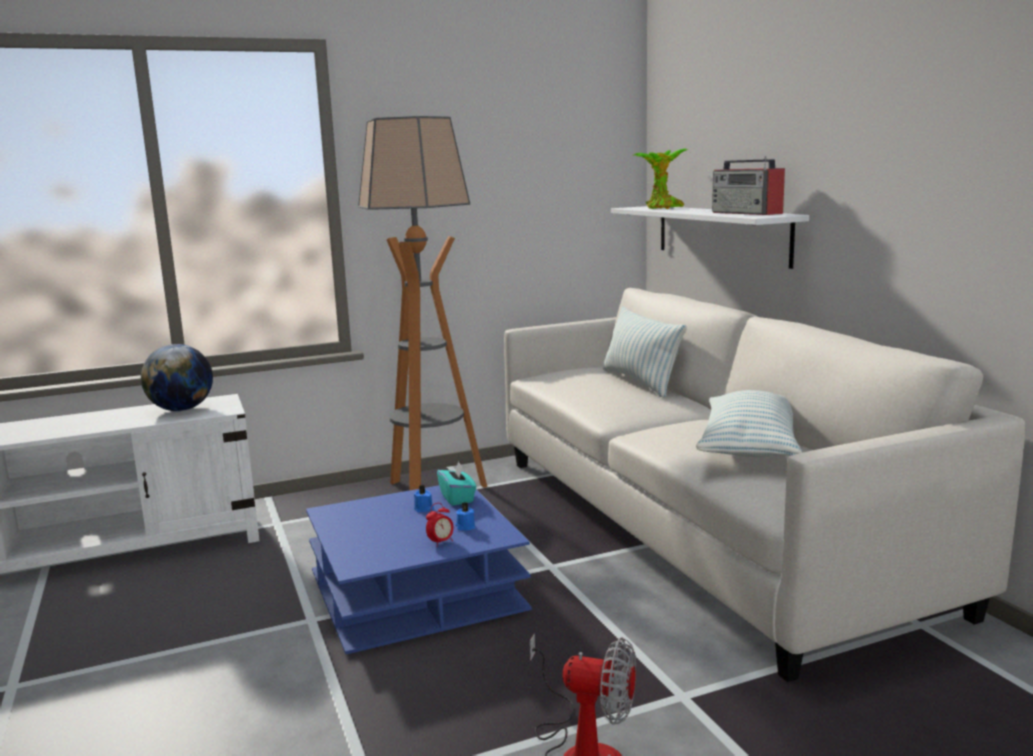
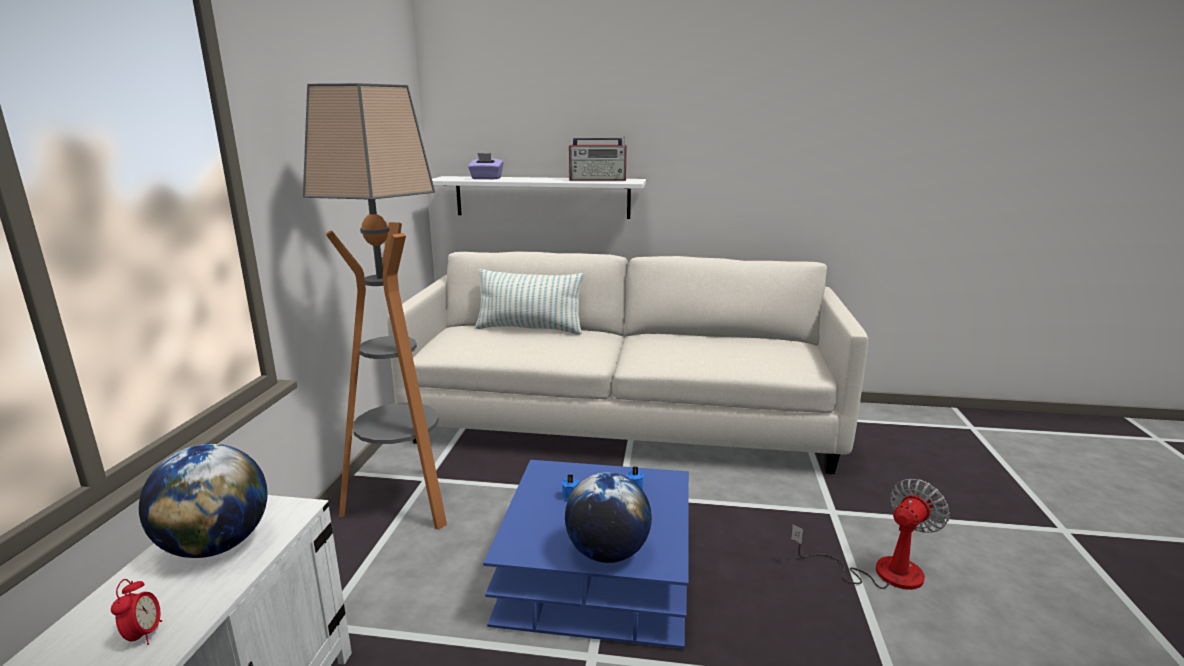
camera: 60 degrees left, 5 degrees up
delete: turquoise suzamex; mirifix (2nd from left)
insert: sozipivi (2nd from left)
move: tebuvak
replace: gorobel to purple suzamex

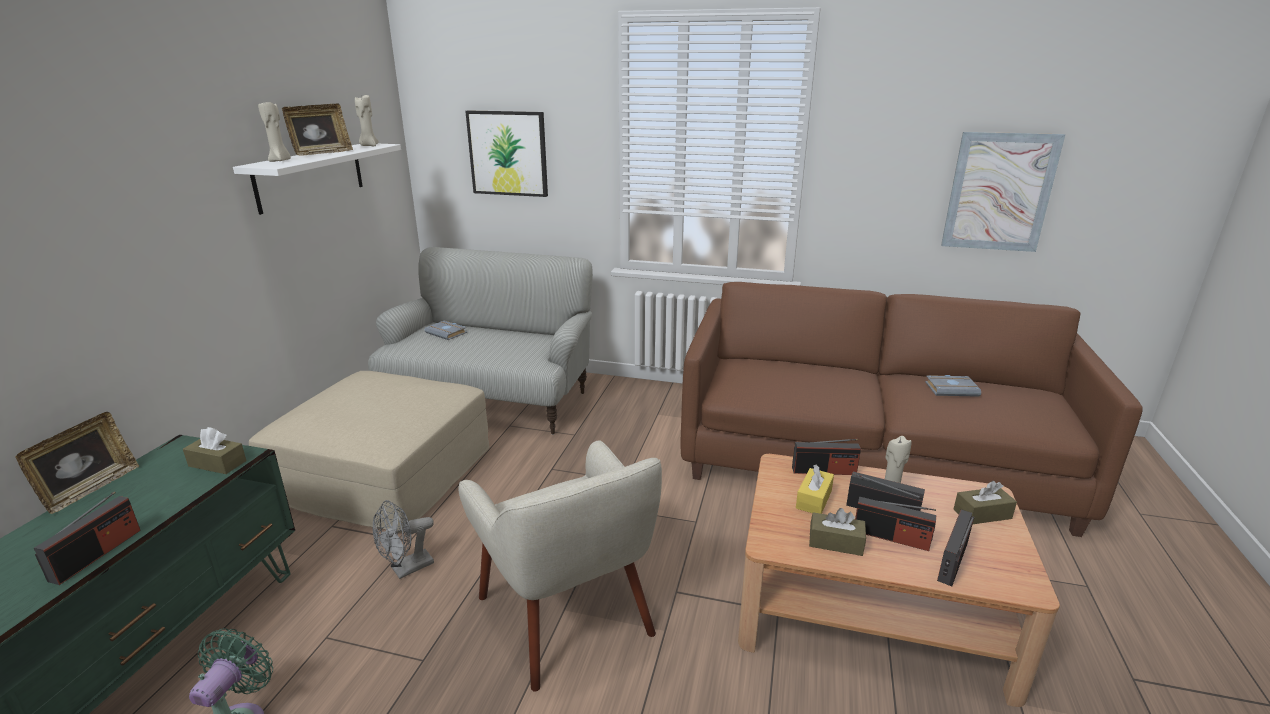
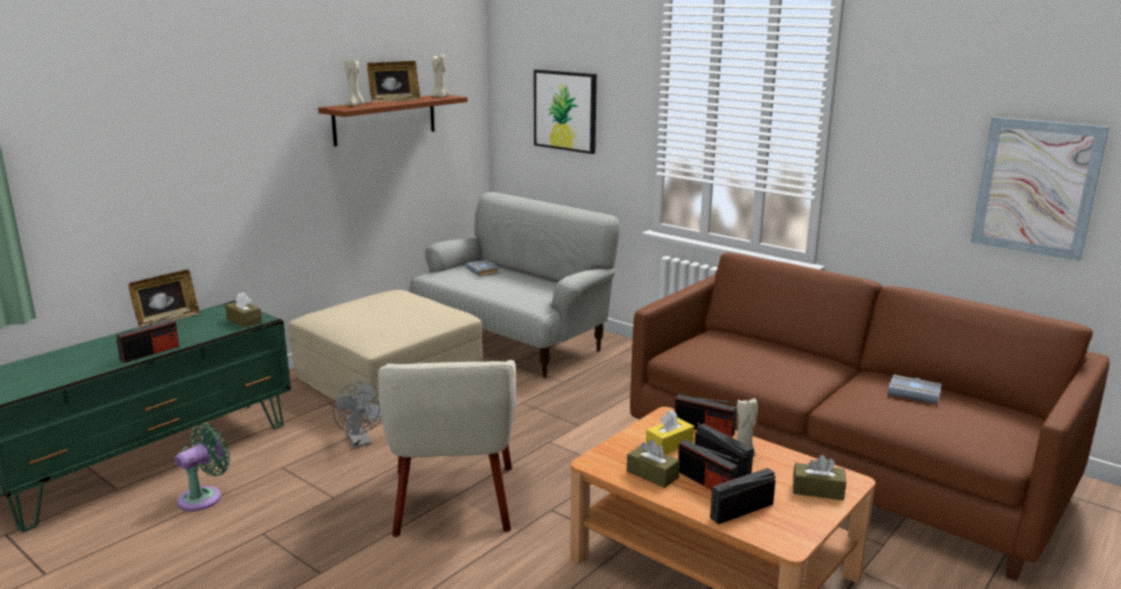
camera: 25 degrees right, 5 degrees down
recolor: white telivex to brown telivex
rotate: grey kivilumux 105 degrees counterclockwise

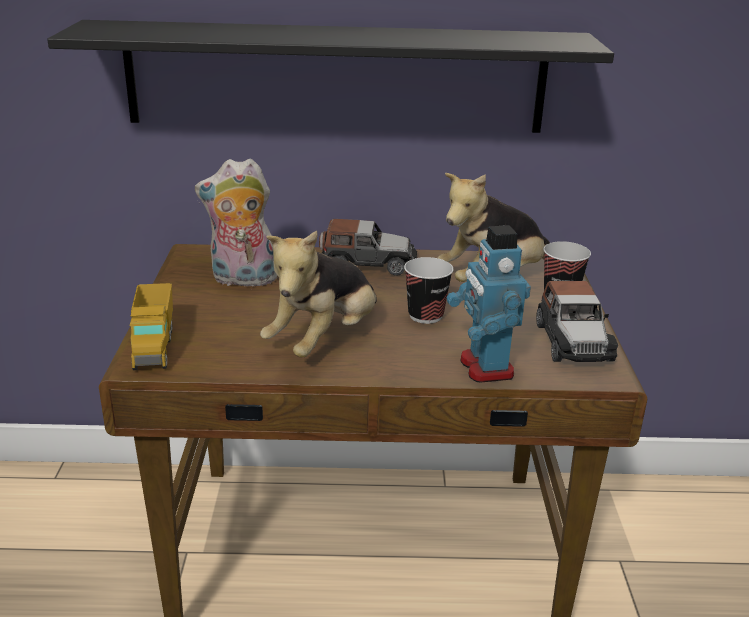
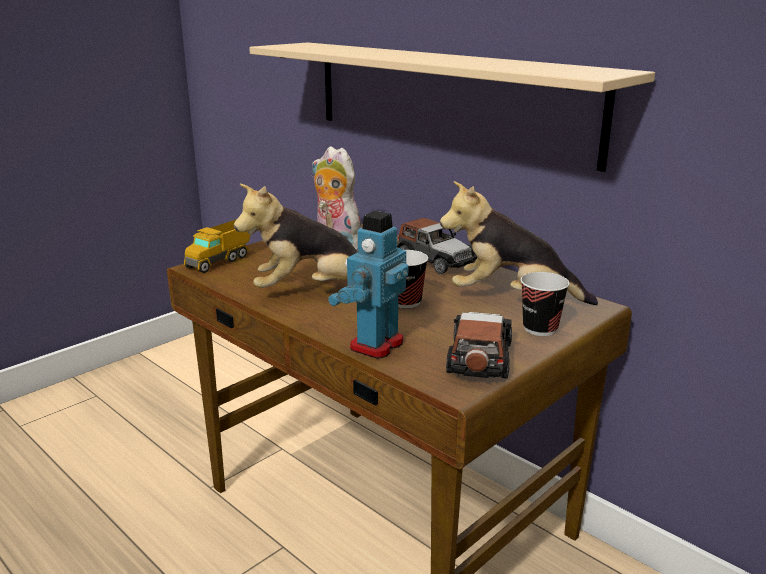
camera: 45 degrees right, 5 degrees down
recolor: black telivex to beige telivex
rotate: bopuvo (2nd from left) 150 degrees clockwise

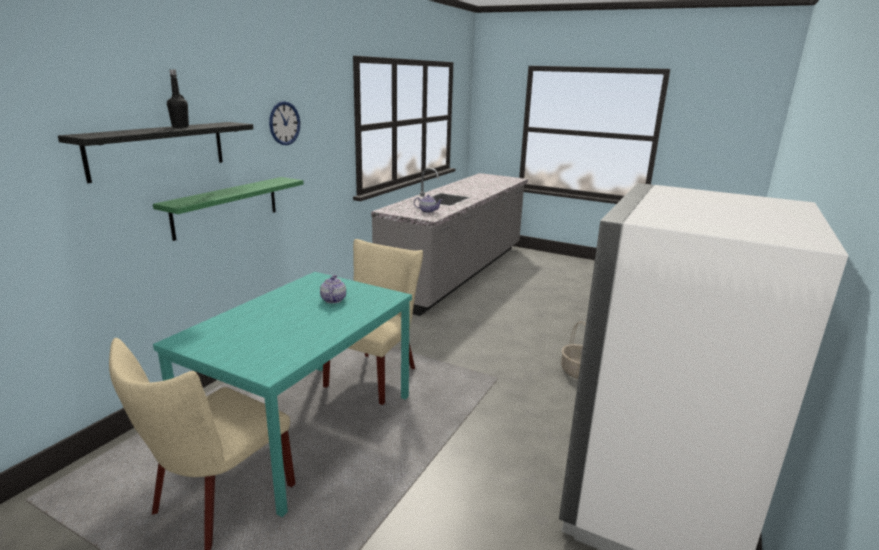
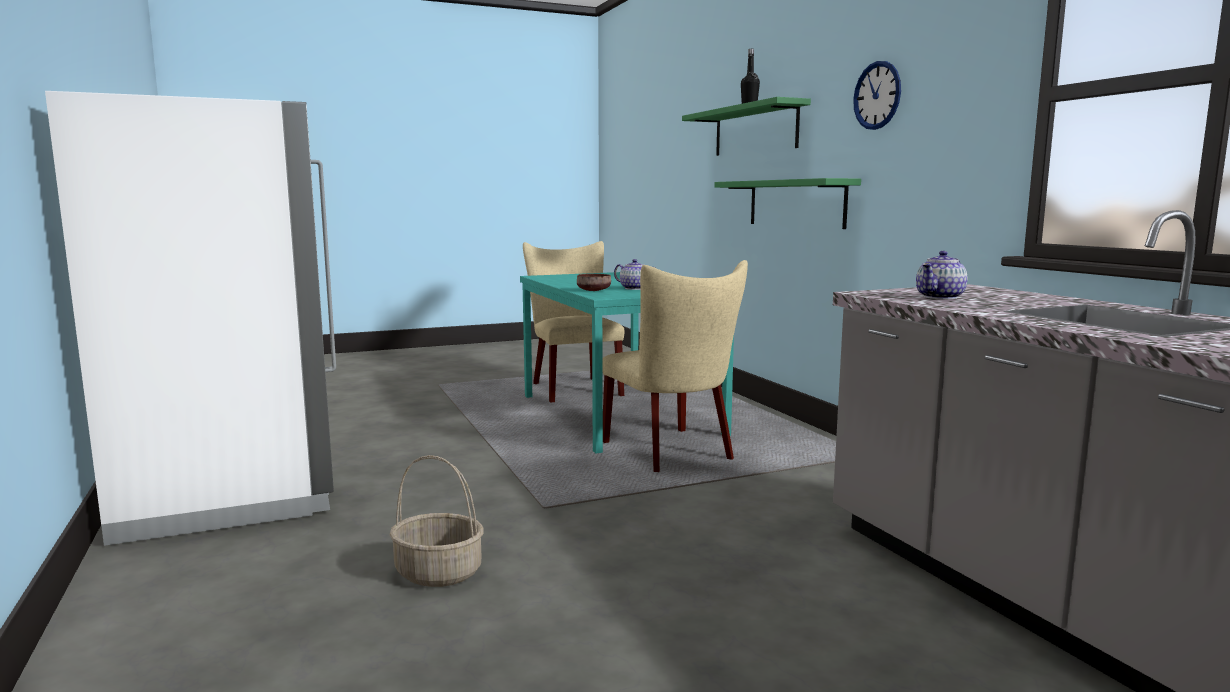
camera: 130 degrees right, 10 degrees down
insert: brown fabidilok
recolor: black telivex to green telivex (1st from left)

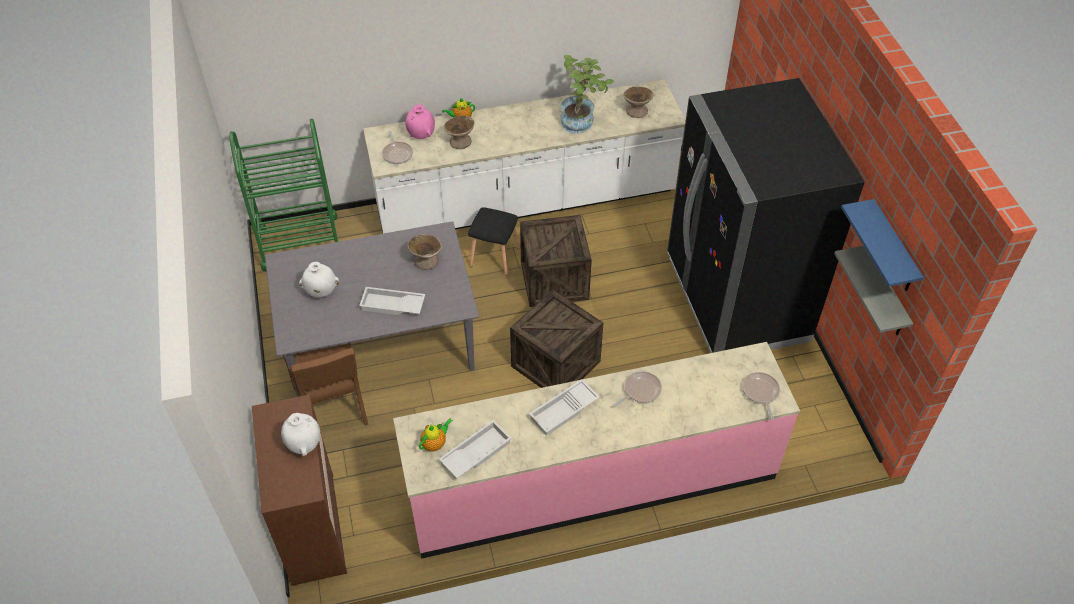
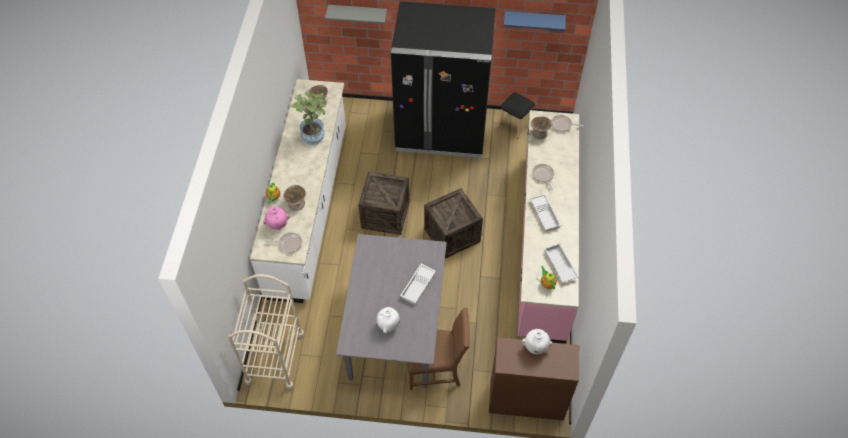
camera: 70 degrees left, 5 degrees up
move: grey telivex; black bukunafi; beige fabidilok (1st from left in the first image) to beige fabidilok (3rd from left)
recolor: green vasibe to beige vasibe

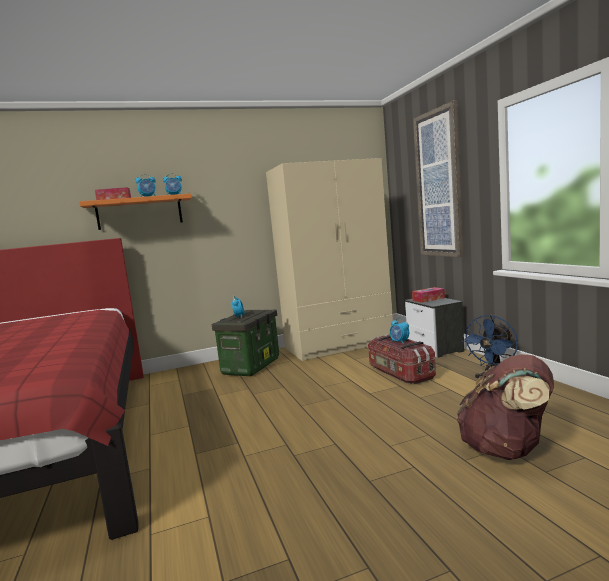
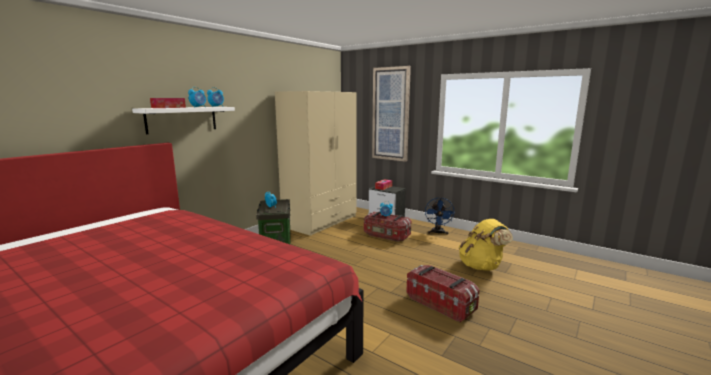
camera: 35 degrees left, 5 degrees up
insert: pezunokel (3rd from left)
recolor: orange telivex to white telivex; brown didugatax to yellow didugatax

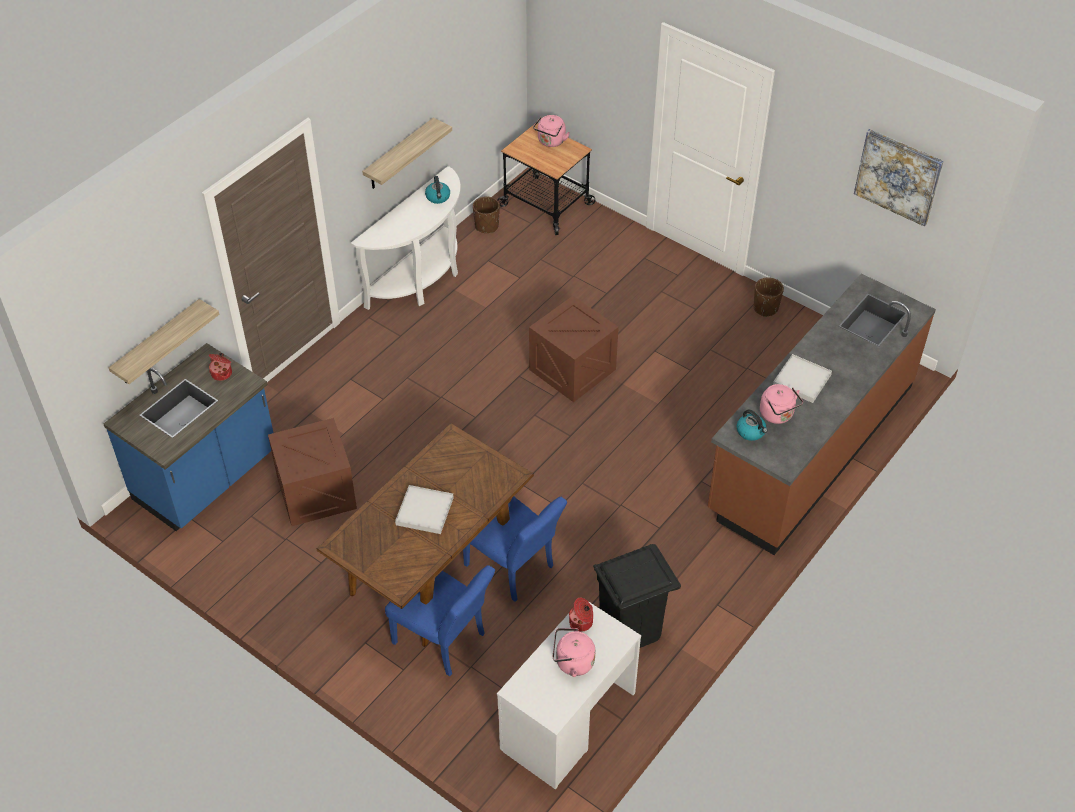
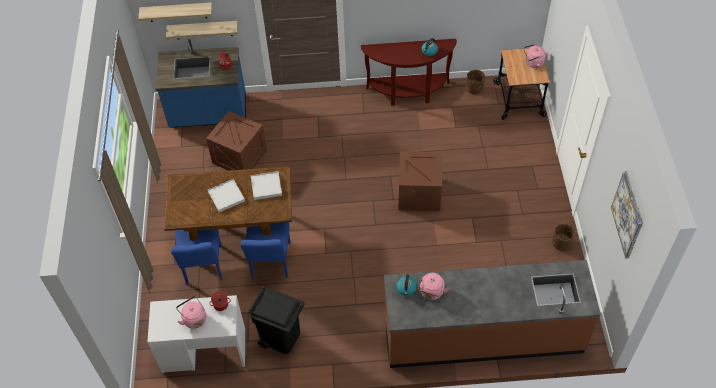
camera: 50 degrees right, 5 degrees up
move: telivex (2nd from left in the first image) to telivex (1st from left); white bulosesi (2nd from left)
recolor: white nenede to brown nenede

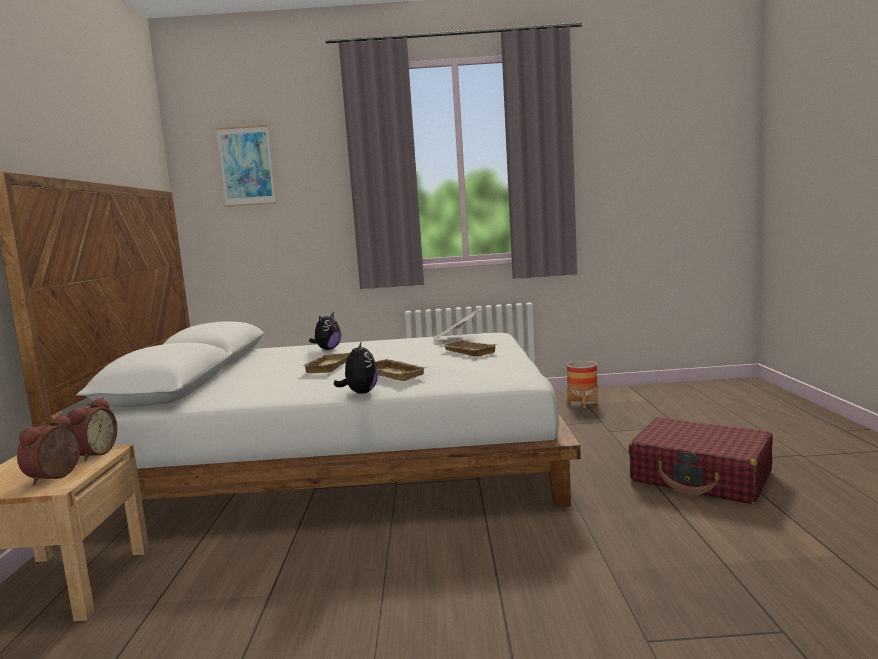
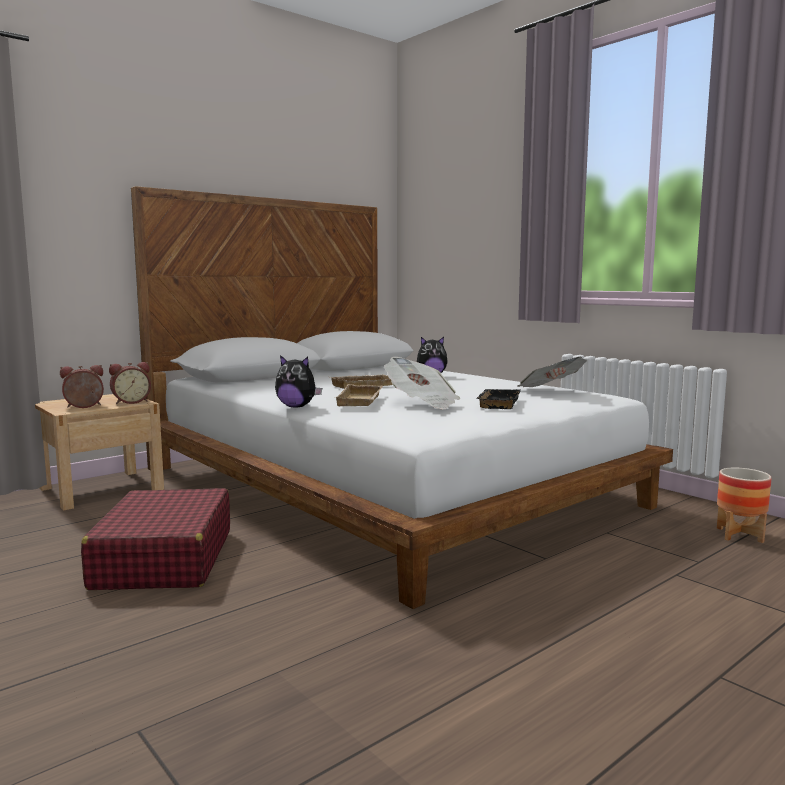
camera: 50 degrees right, 0 degrees up
delete: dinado
insert: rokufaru (1st from left)
move: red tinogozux
recolor: beige bulosesi (3rd from left) to black bulosesi
rotate: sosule (2nd from left in the first image) 60 degrees clockwise

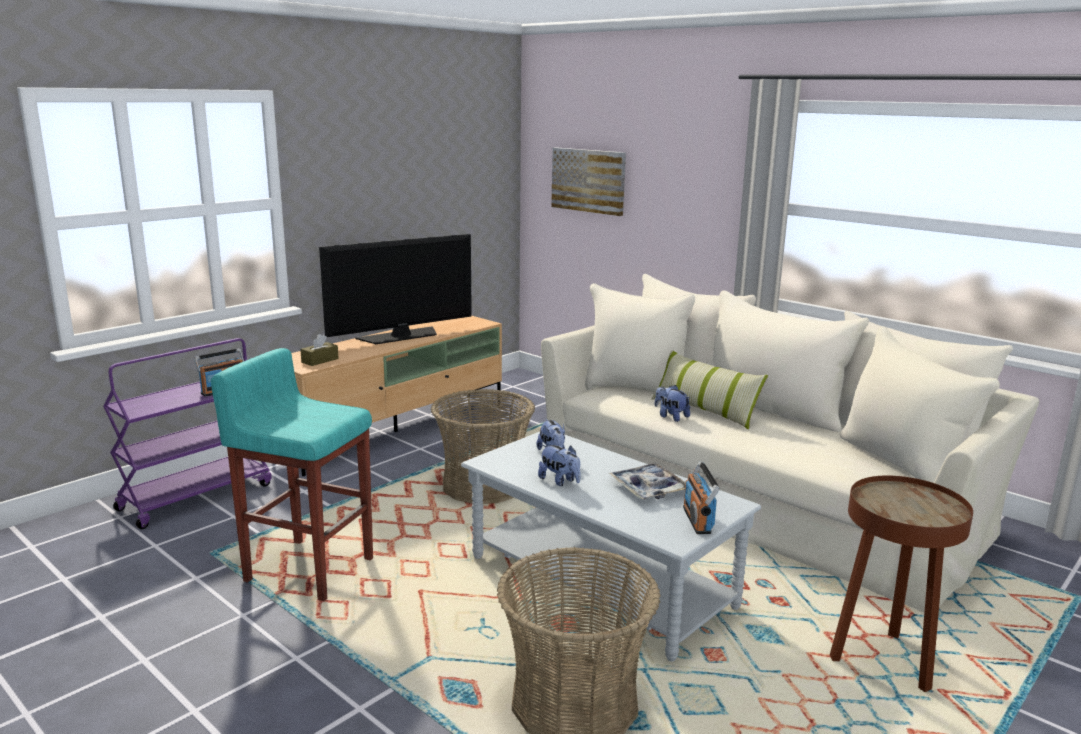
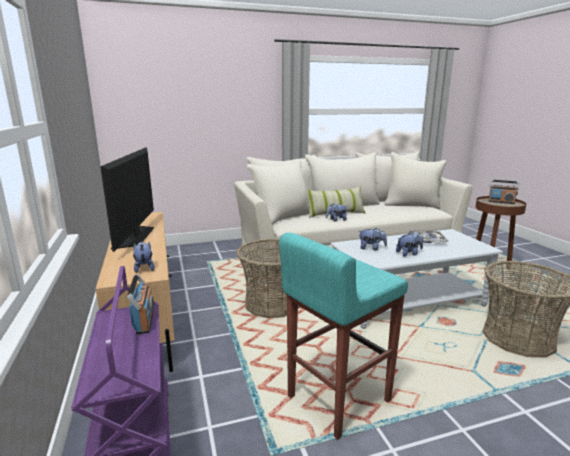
camera: 60 degrees left, 0 degrees up
delete: dinado
move: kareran (2nd from left)
replace: brown suzamex to sosule (1st from left)

